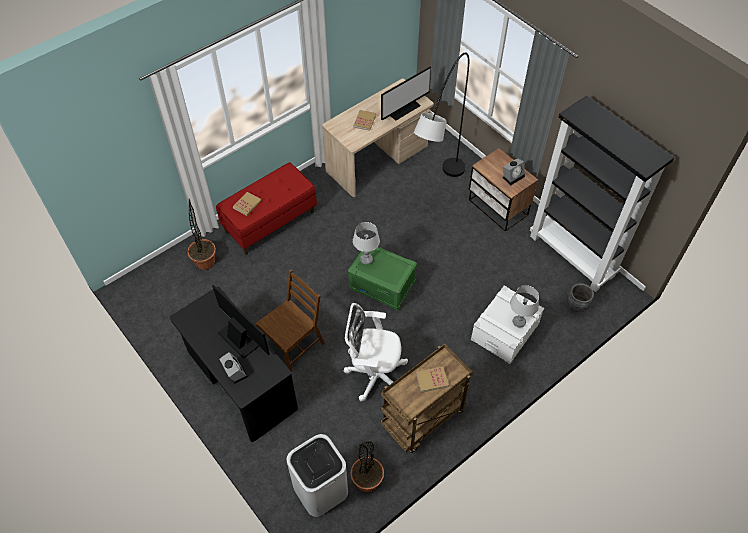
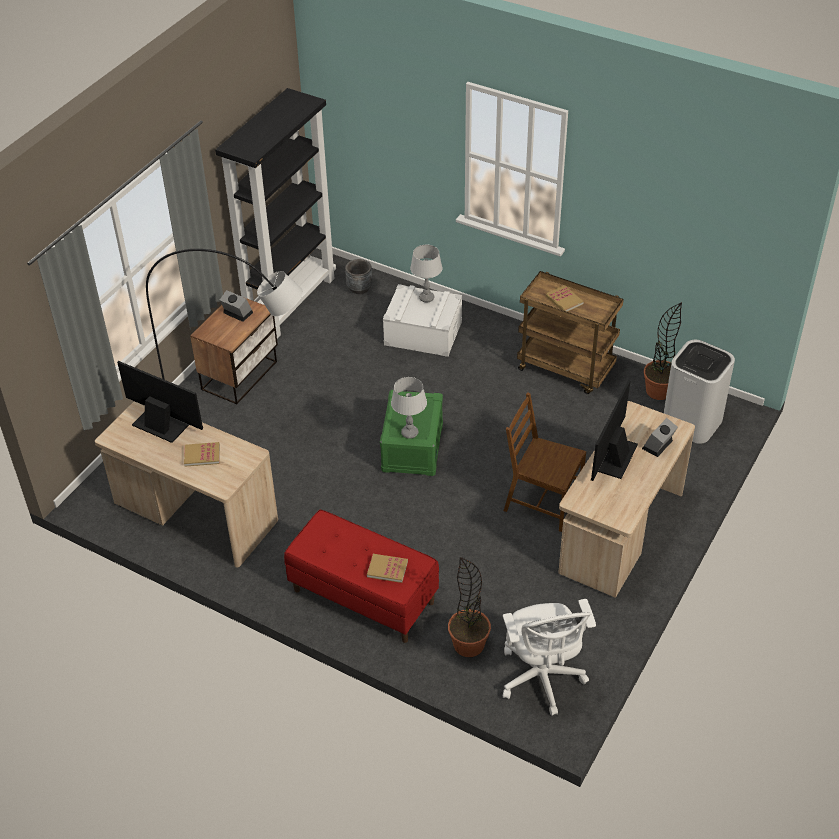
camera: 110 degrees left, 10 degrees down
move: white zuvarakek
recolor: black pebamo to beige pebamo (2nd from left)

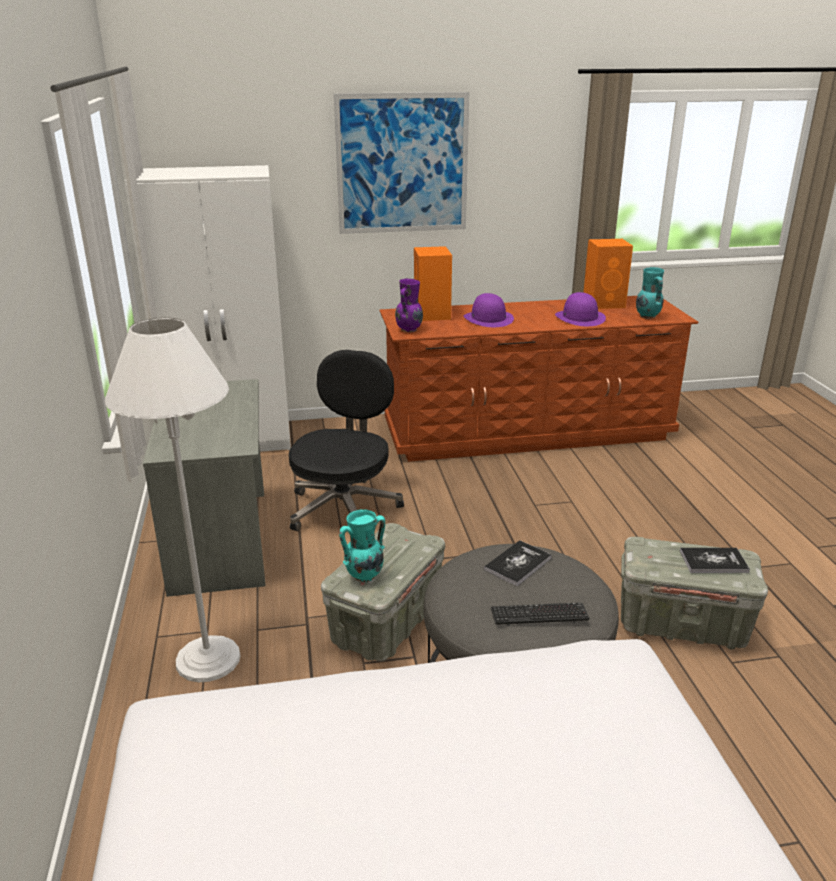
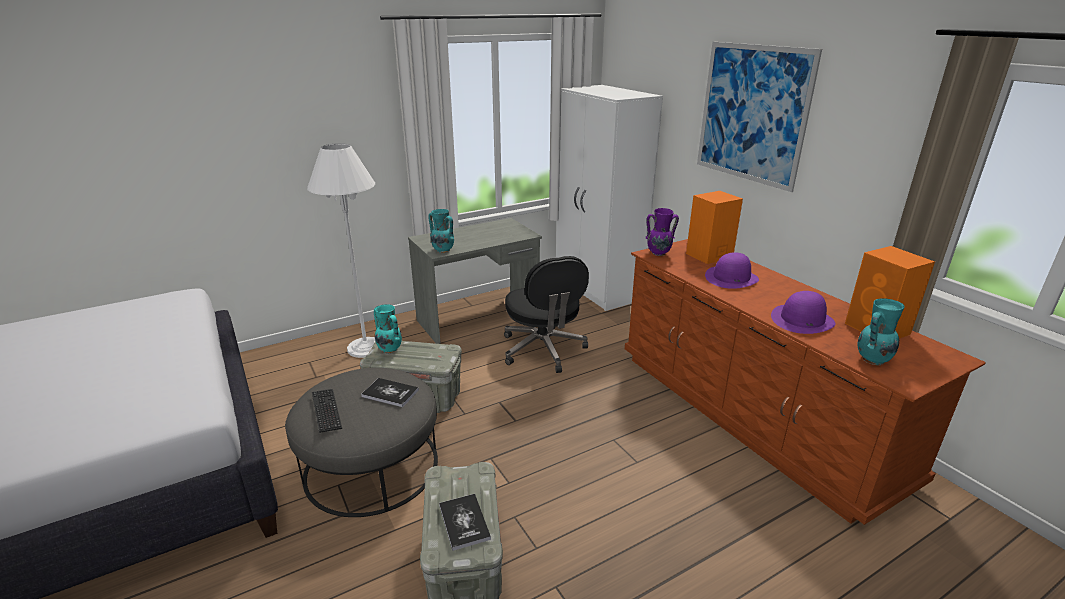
camera: 70 degrees right, 0 degrees up
insert: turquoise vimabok (2nd from left)
rotate: black zuvarakek 75 degrees clockwise

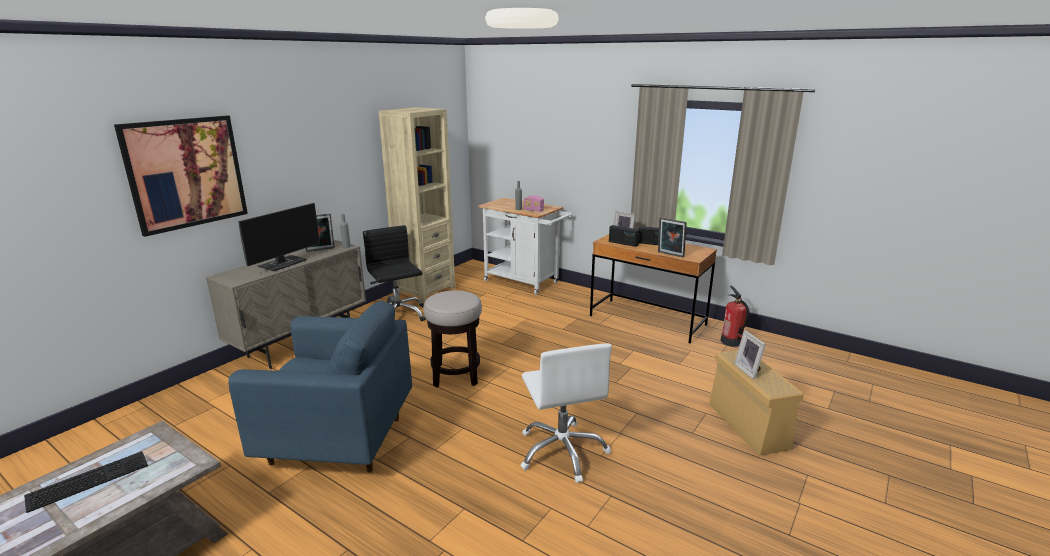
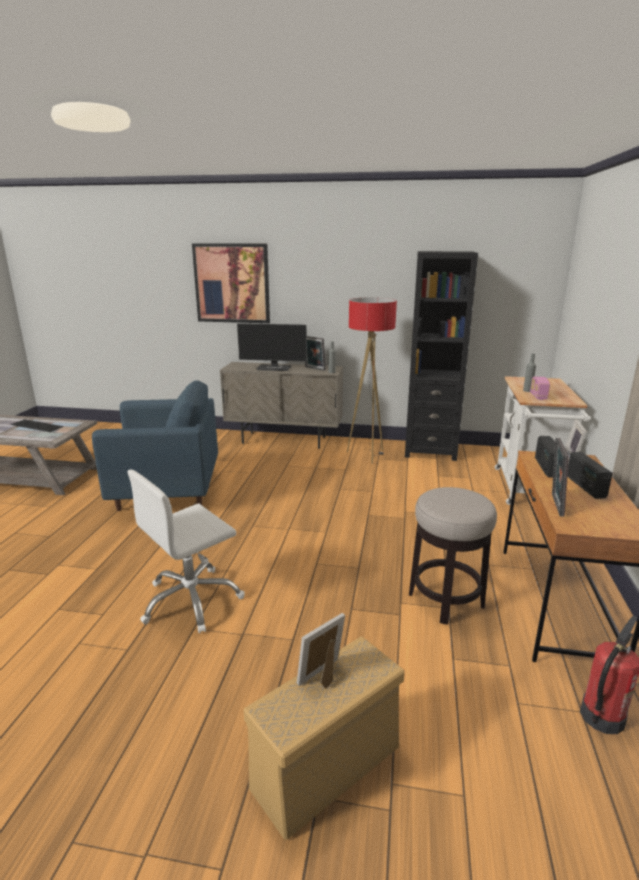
camera: 65 degrees right, 0 degrees up
move: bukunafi
replace: black zuvarakek to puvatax
recolor: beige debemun to black debemun
rotate: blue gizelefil 75 degrees counterclockwise

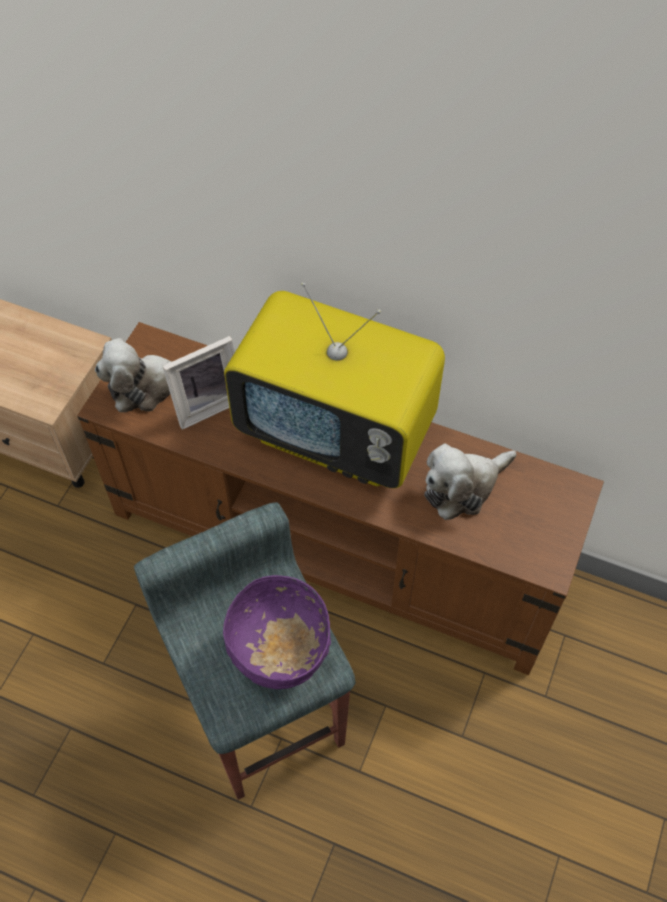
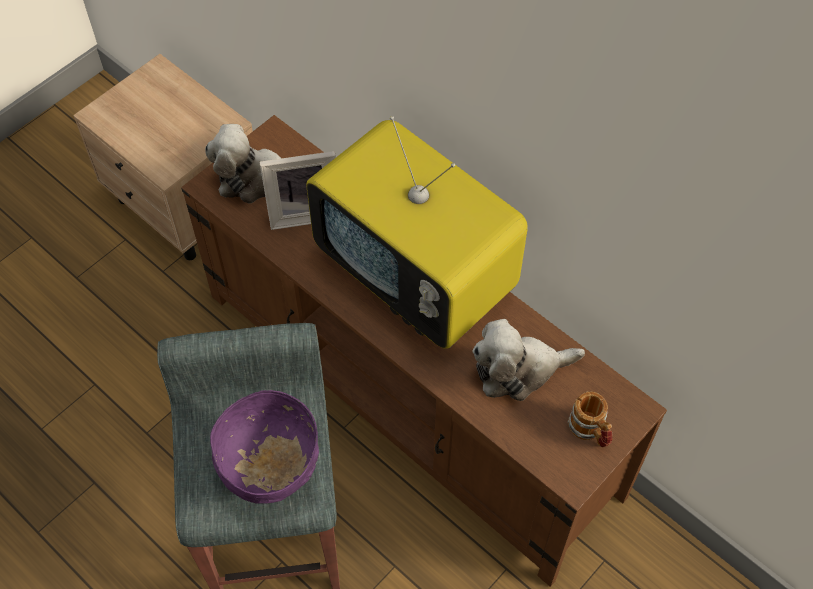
camera: 20 degrees right, 0 degrees up
insert: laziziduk

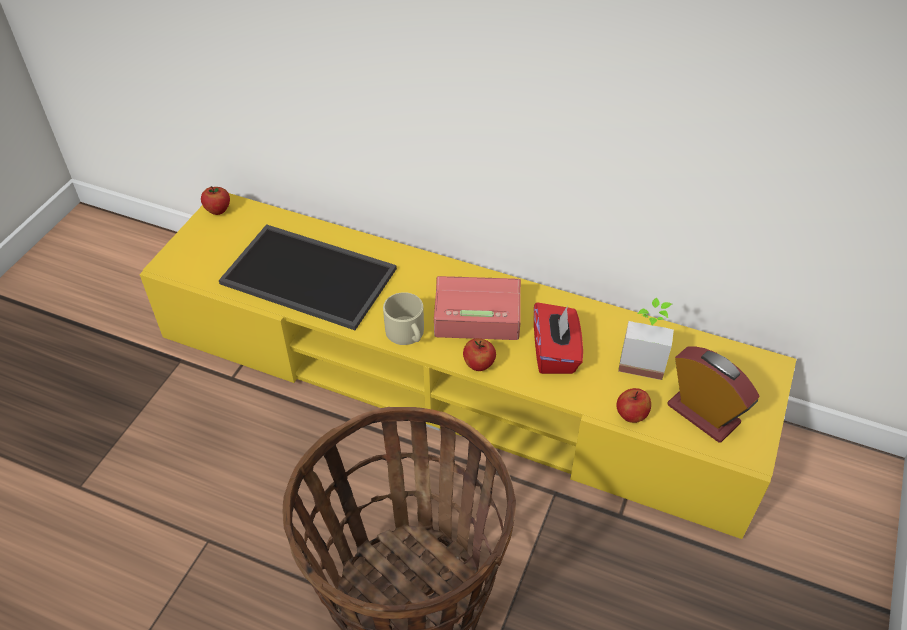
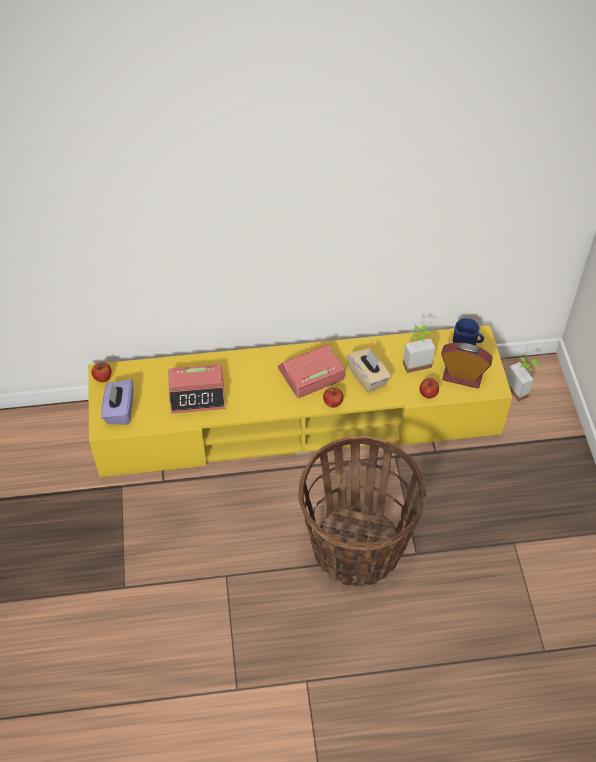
camera: 30 degrees left, 5 degrees up
delete: beige laziziduk
insert: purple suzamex; blue laziziduk; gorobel (2nd from left)
replace: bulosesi to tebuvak (1st from left)
recolor: red suzamex to beige suzamex

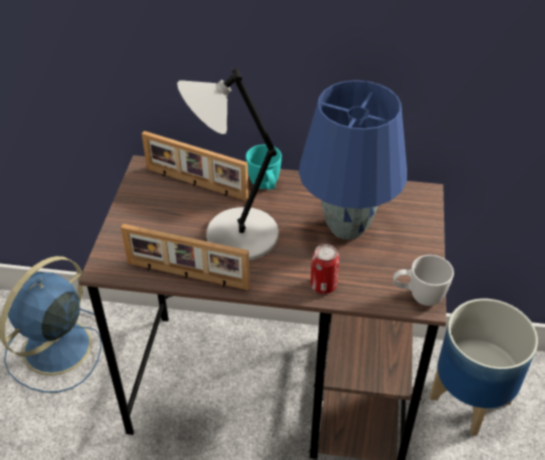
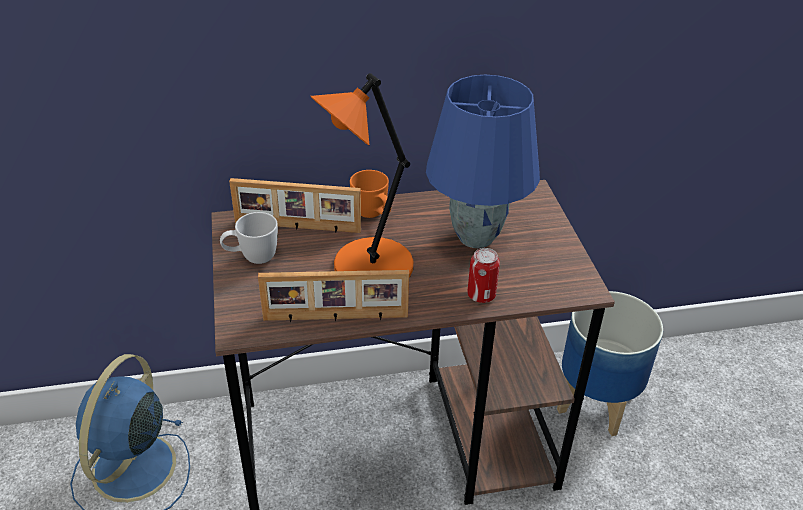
camera: 20 degrees left, 5 degrees down
move: white laziziduk
recolor: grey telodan to orange telodan; turquoise laziziduk to orange laziziduk

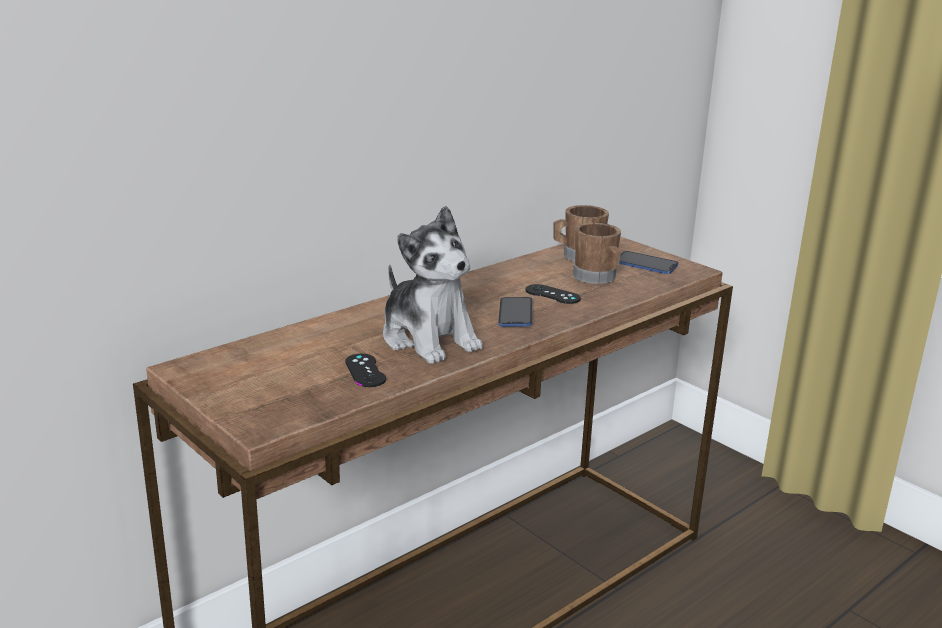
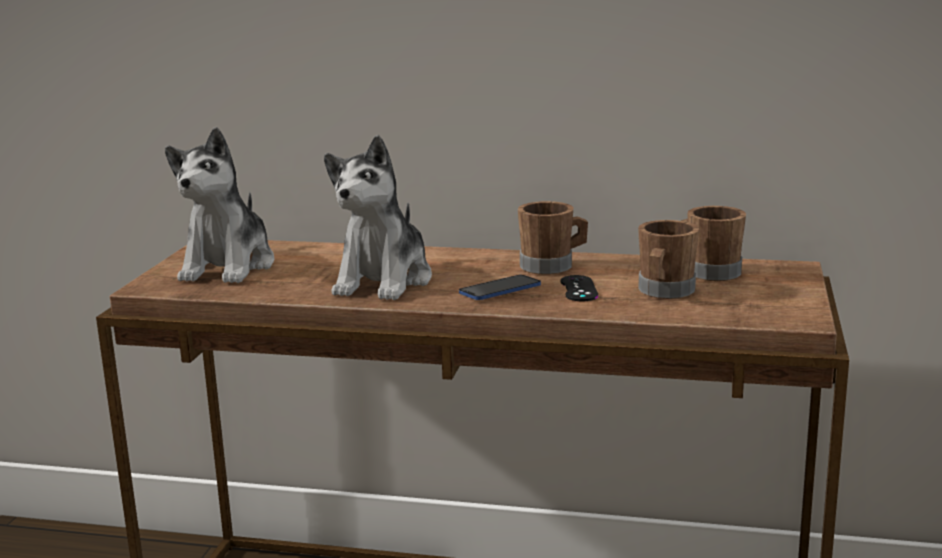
camera: 55 degrees right, 5 degrees down
delete: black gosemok (1st from left); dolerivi (2nd from left)
insert: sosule (1st from left); brown laziziduk (1st from left)

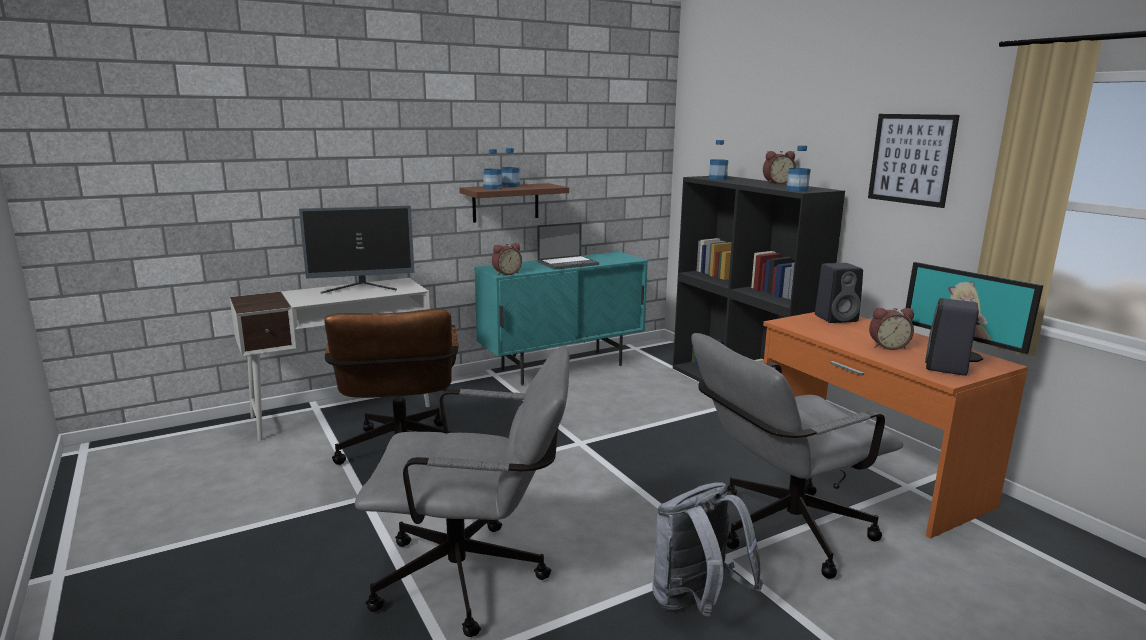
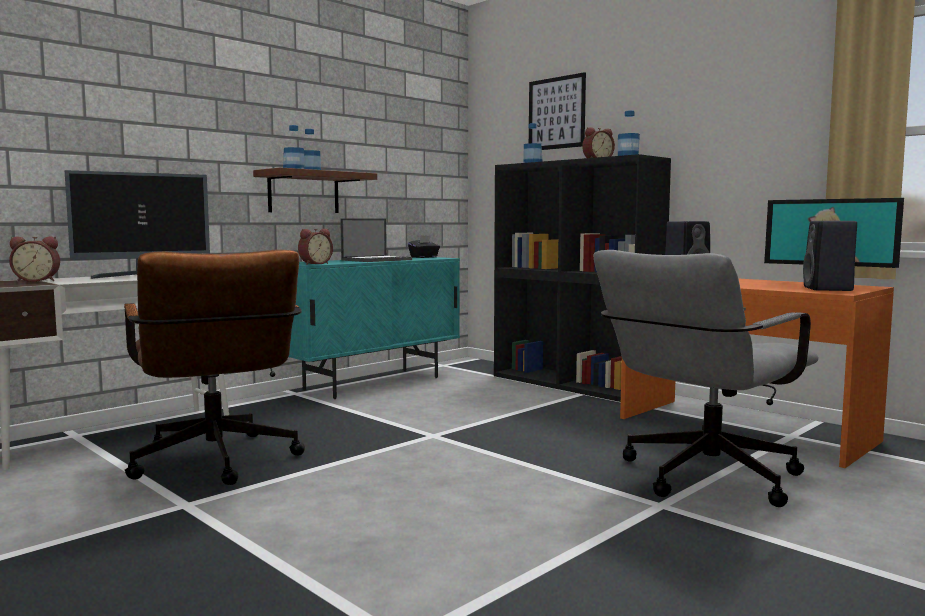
camera: 15 degrees left, 10 degrees down
delete: grey zuvarakek (1st from left); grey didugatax
insert: black suzamex
move: tebuvak (3rd from left in the first image) to tebuvak (1st from left); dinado

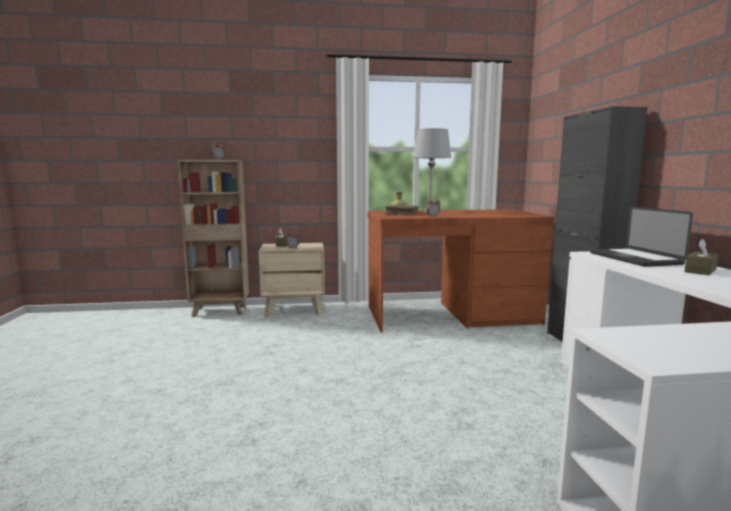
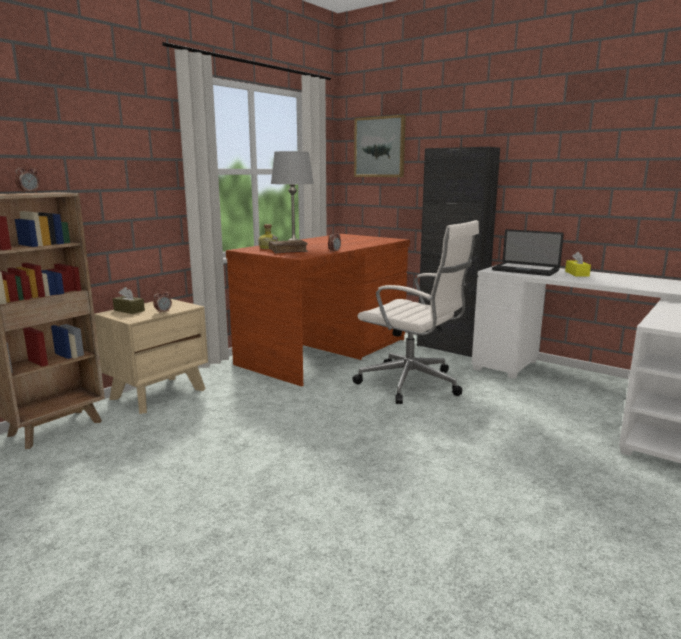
camera: 45 degrees left, 5 degrees up
insert: white zuvarakek; dinado
recolor: brown suzamex (2nd from left) to yellow suzamex

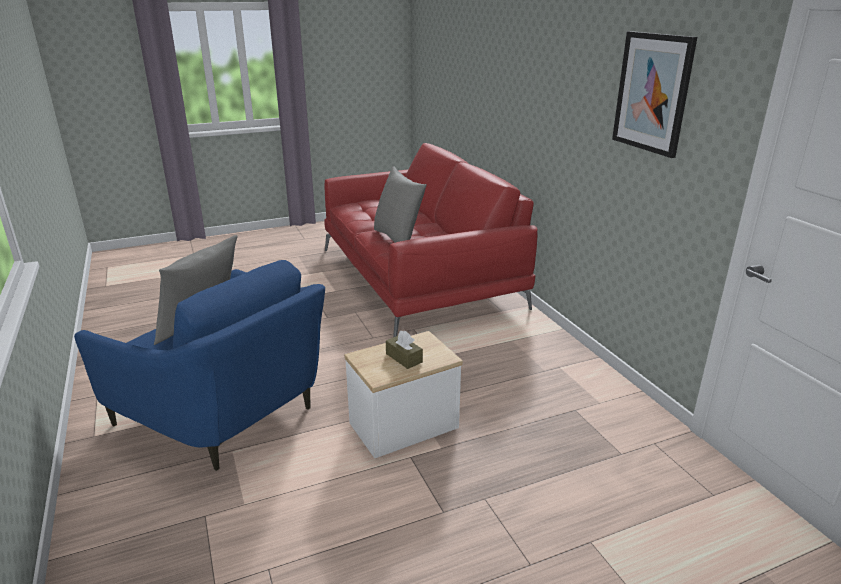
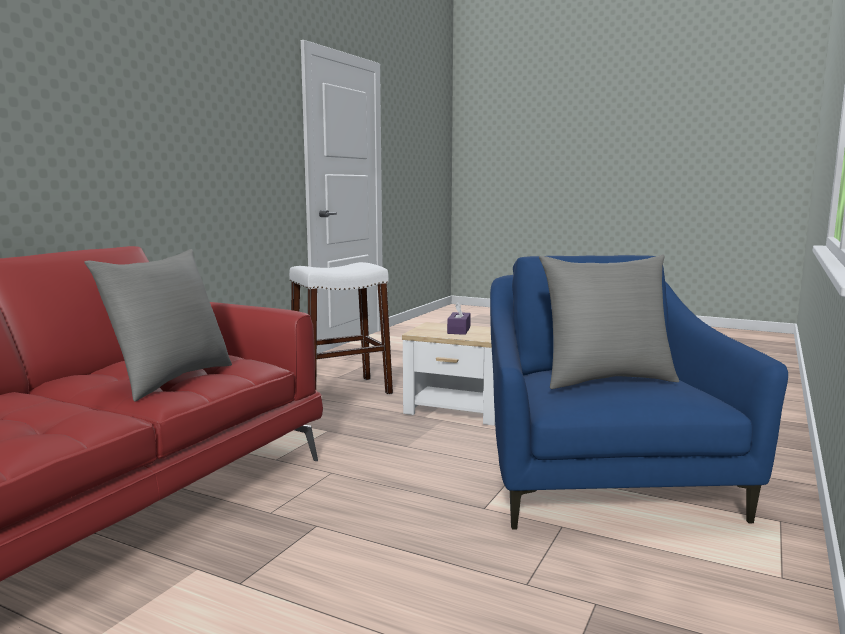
camera: 130 degrees left, 15 degrees down
delete: dinado
insert: white bukunafi
recolor: brown suzamex to purple suzamex

